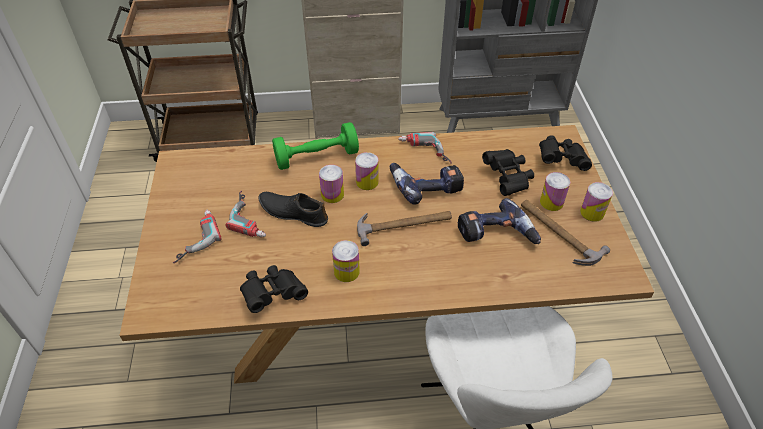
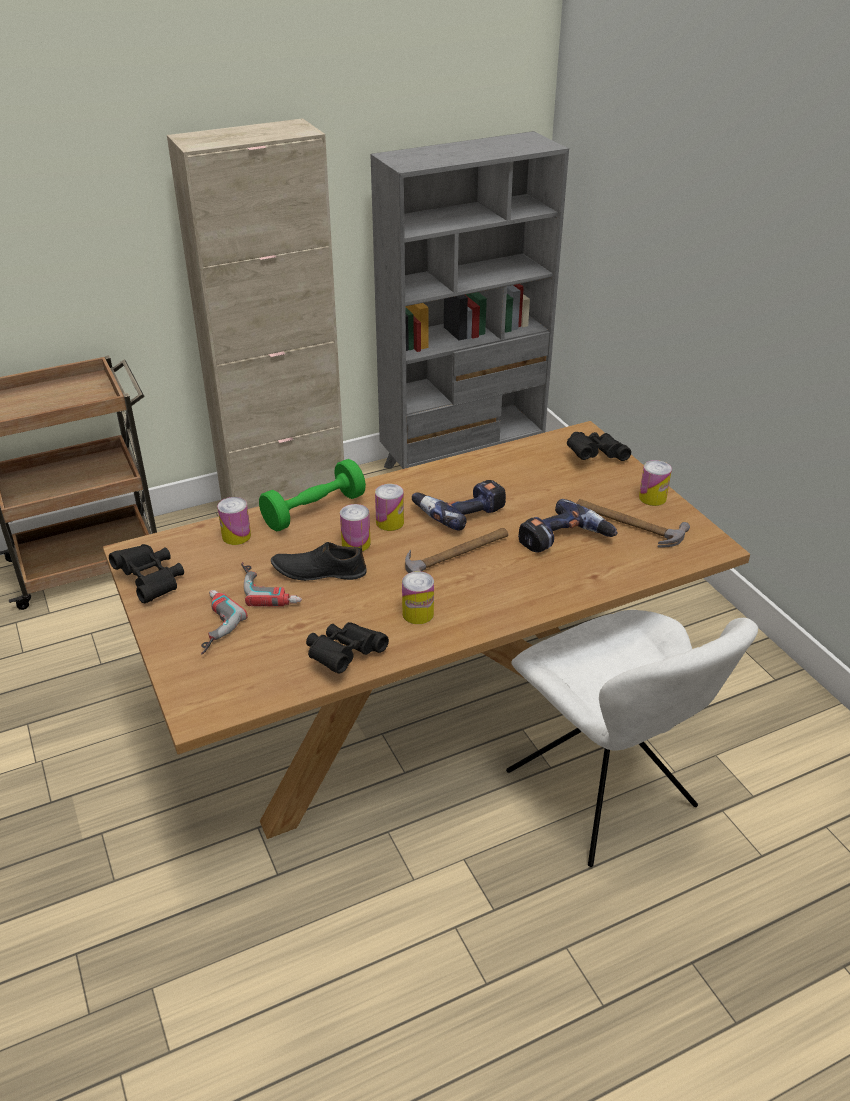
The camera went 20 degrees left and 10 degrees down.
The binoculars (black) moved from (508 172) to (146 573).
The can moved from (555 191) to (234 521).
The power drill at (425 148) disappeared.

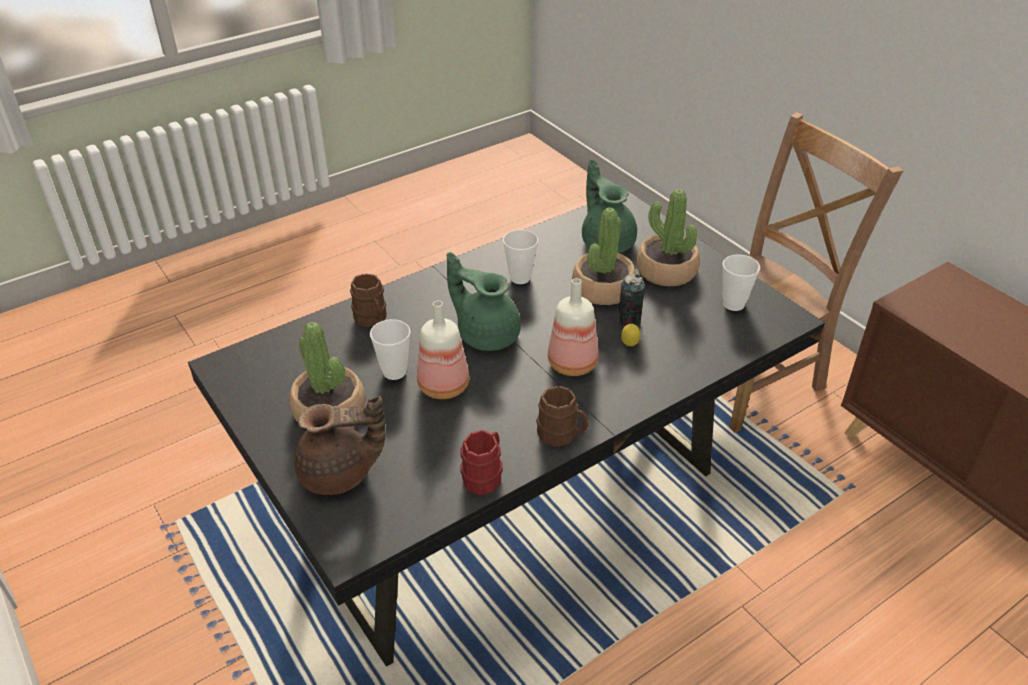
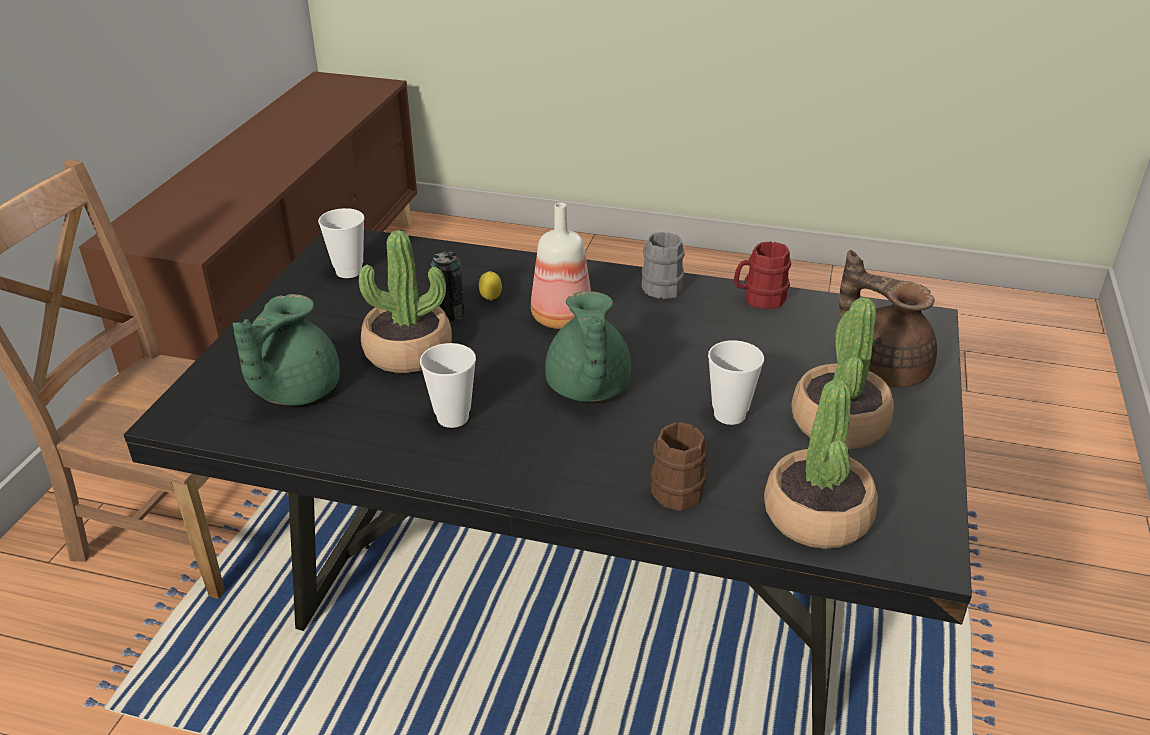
The camera went 130 degrees left and 5 degrees down.
The mug (brown) at (562 416) became the mug (grey) at (663 265).
The potted plant moved from (668 237) to (821 464).
The bottle at (443 350) disappeared.

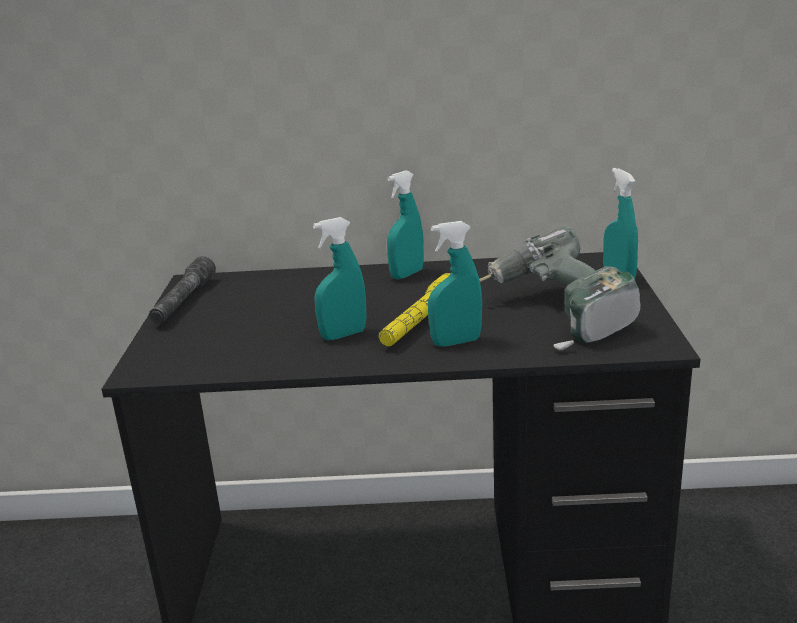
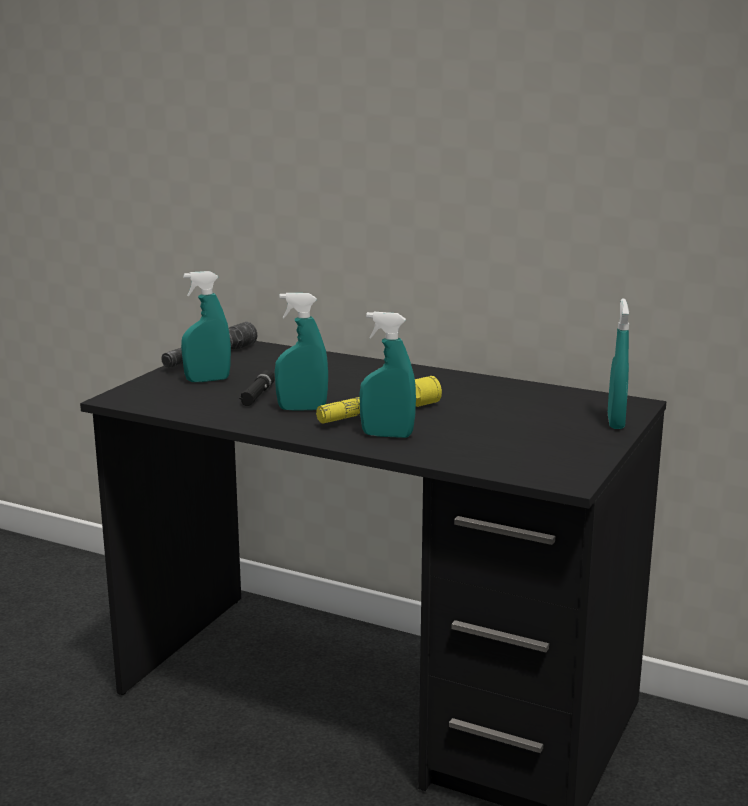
The camera went 25 degrees right and 5 degrees down.
The spray bottle (turquoise) moved from (405 225) to (206 326).
The flashlight (black) at (257 388) appeared.
The power drill at (560 288) disappeared.

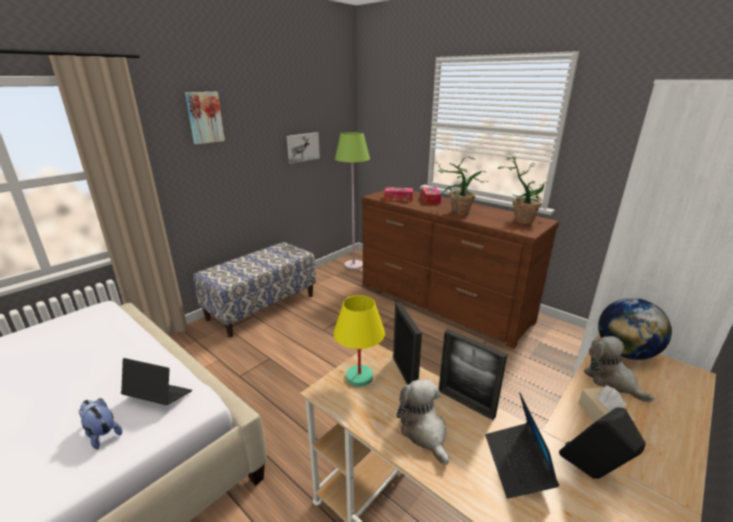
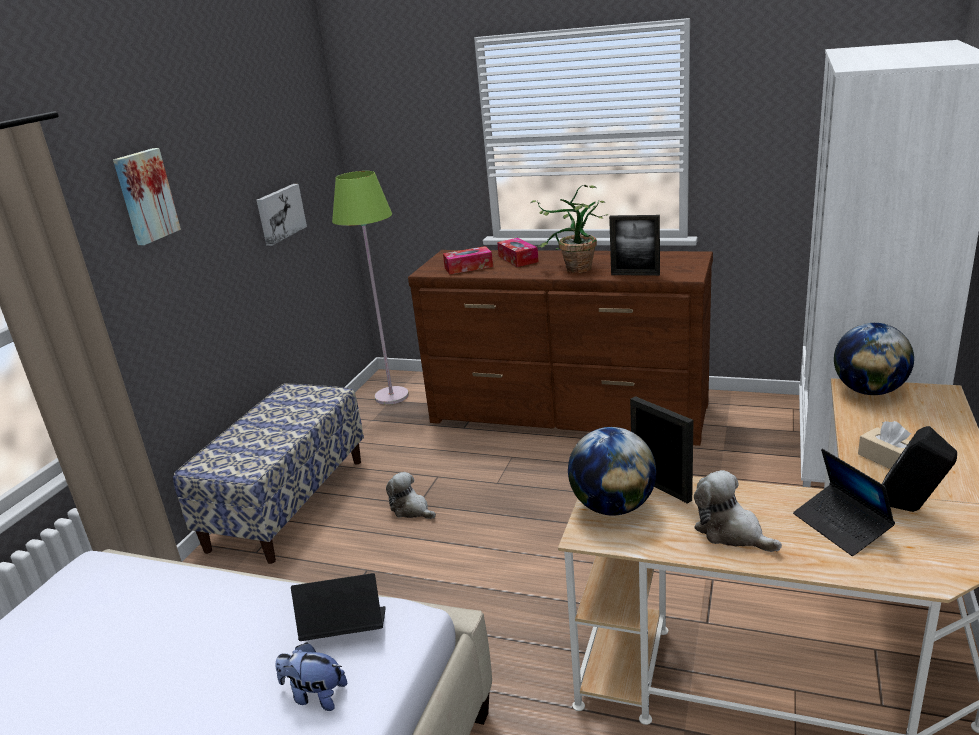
The camera went 20 degrees left and 0 degrees up.
The plush toy moved from (619 369) to (411 495).
The table lamp (yellow) at (359 341) was replaced by the globe at (612 471).
The picture frame moved from (473 374) to (634 245).
The potted plant at (523 190) disappeared.

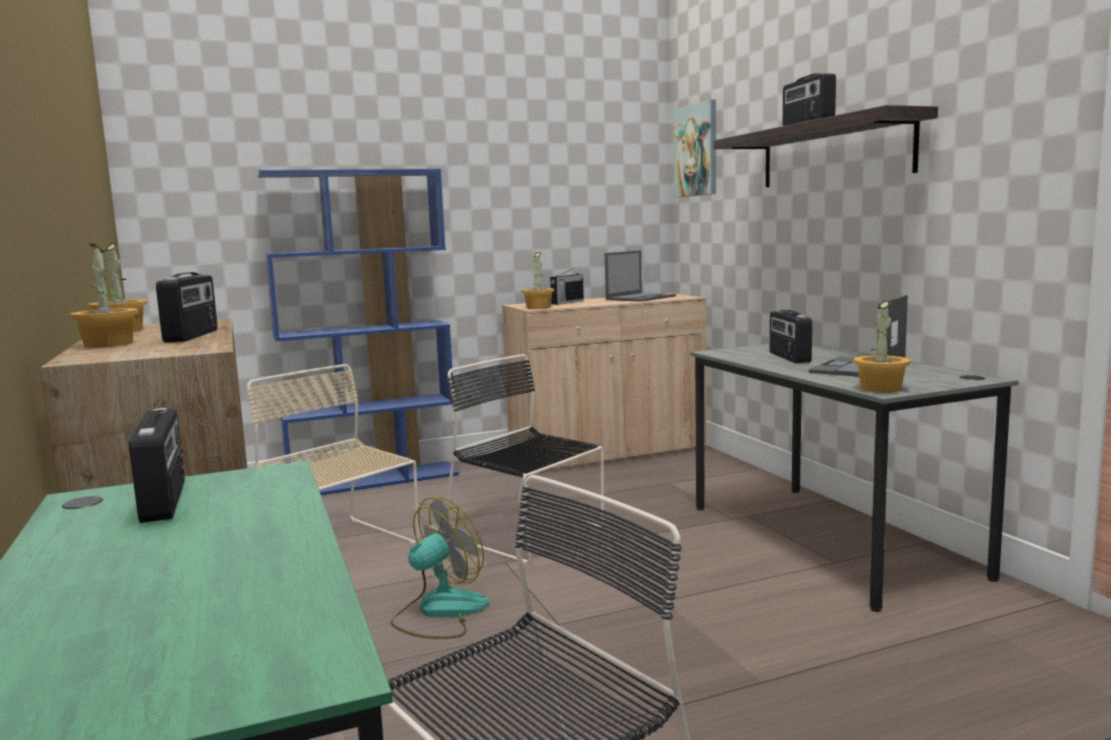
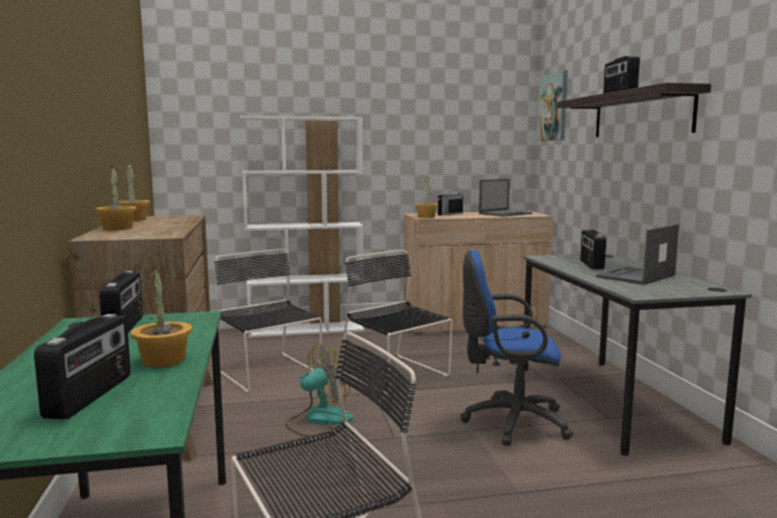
The camera went 10 degrees right and 0 degrees up.
The radio moved from (187 307) to (82 366).
The potted plant moved from (882 346) to (161 316).
The chair (beige) at (332 454) became the chair (black) at (268 321).
The bookcase (blue) at (358 332) became the bookcase (white) at (302 227).
The office chair (blue) at (516 348) appeared.

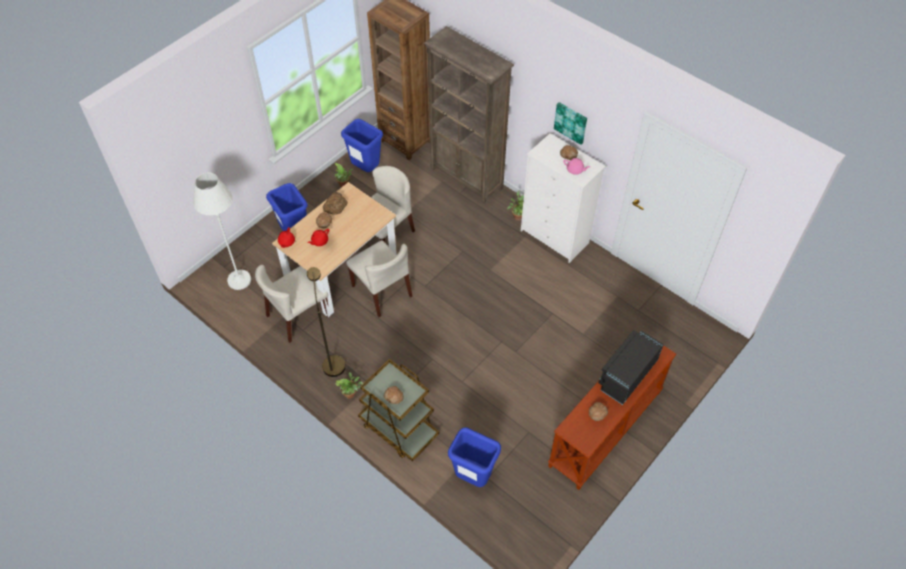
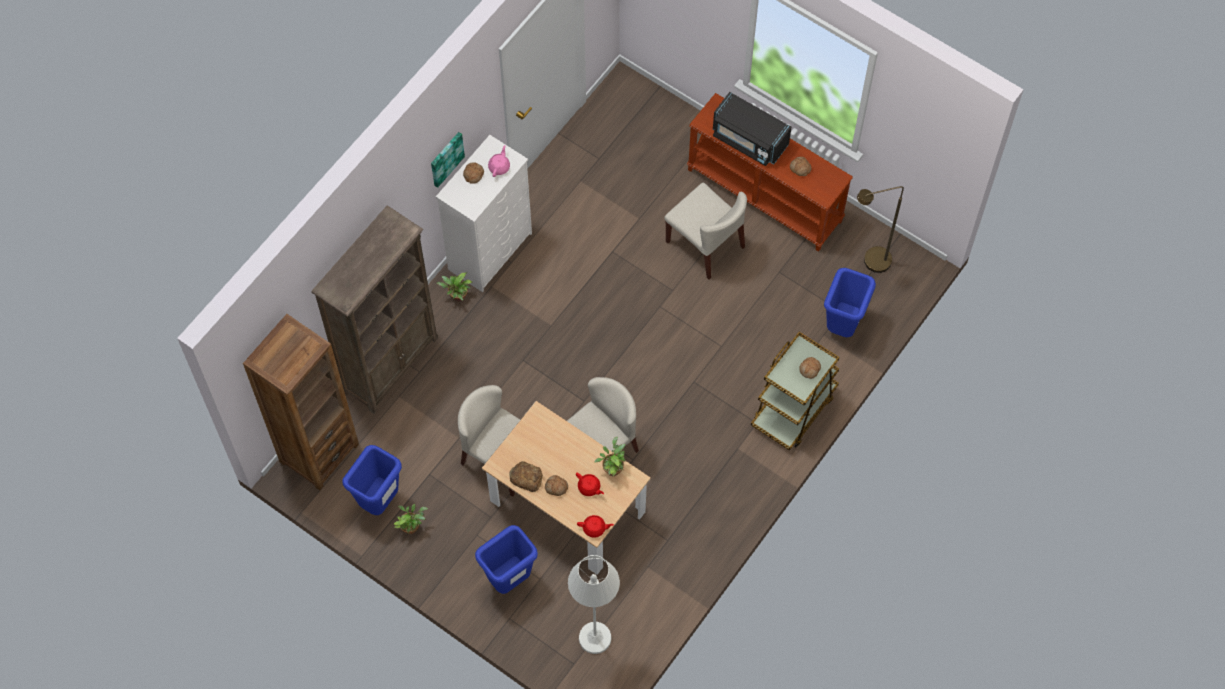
The camera went 95 degrees left and 10 degrees up.
The potted plant moved from (349 385) to (610 456).
The chair (beige) moved from (291 304) to (705 231).
The floor lamp (brown) moved from (326 322) to (880 229).

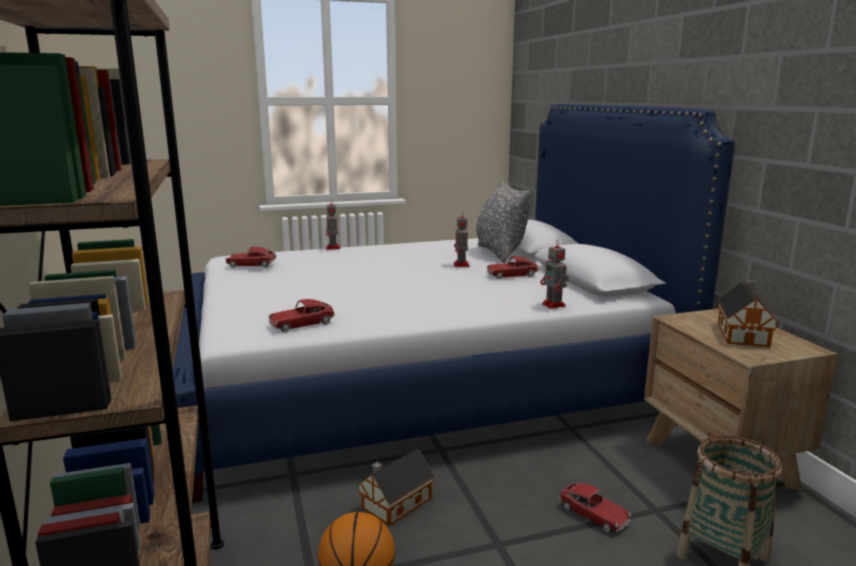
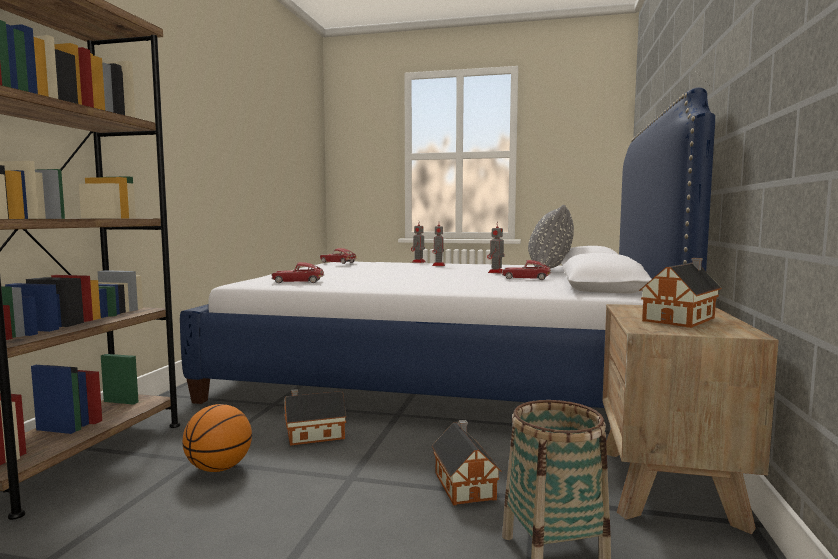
The camera went 30 degrees right and 10 degrees down.
The toy robot moved from (554 274) to (438 245).
The toy car at (595 508) was replaced by the toy house at (466 463).

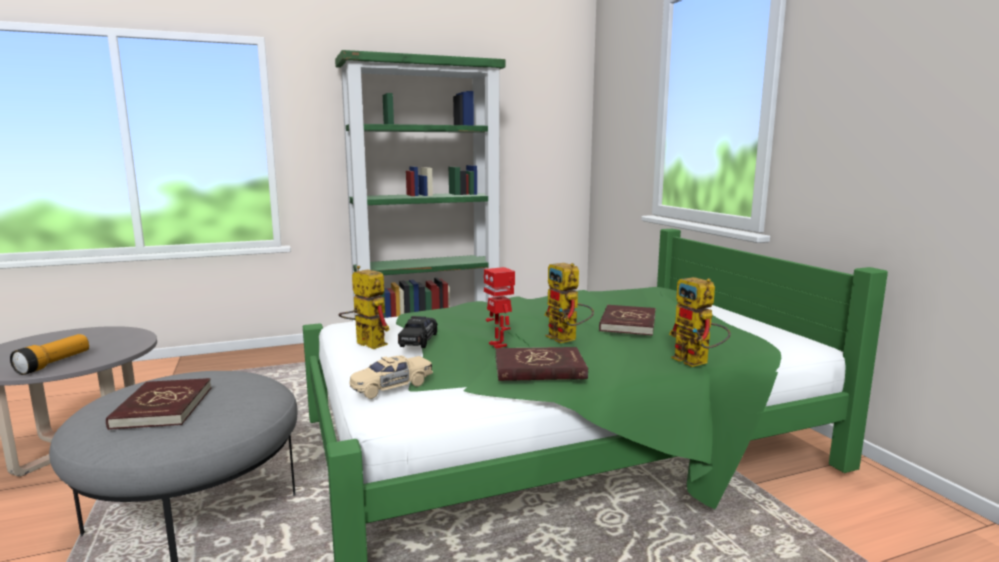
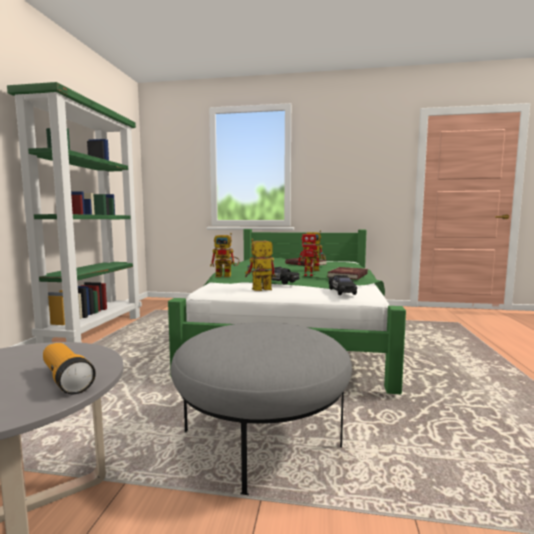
The camera went 60 degrees left and 5 degrees down.
The toy robot moved from (700 322) to (225 255).
The toy car (beige) at (391 377) became the toy car (black) at (343 285).
The book (red) at (158 404) disappeared.

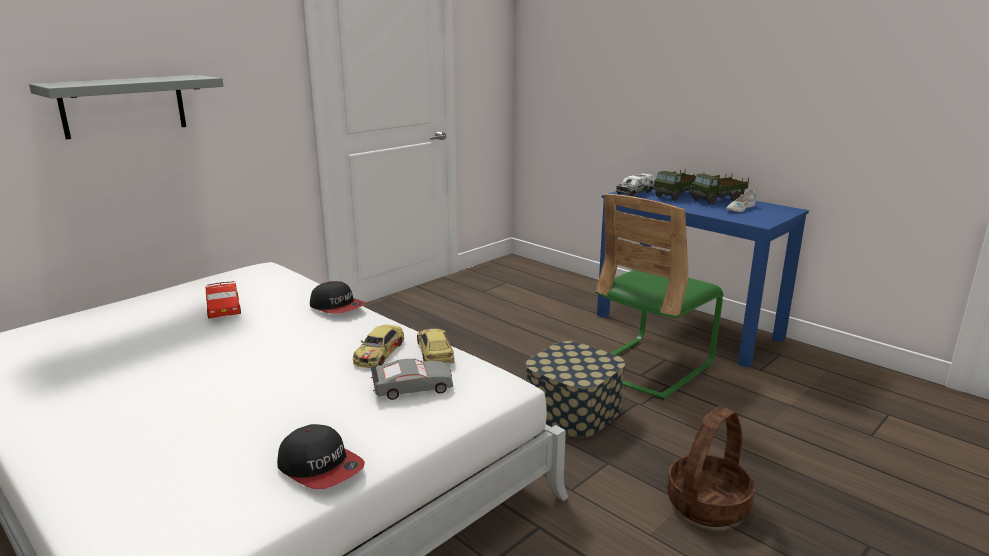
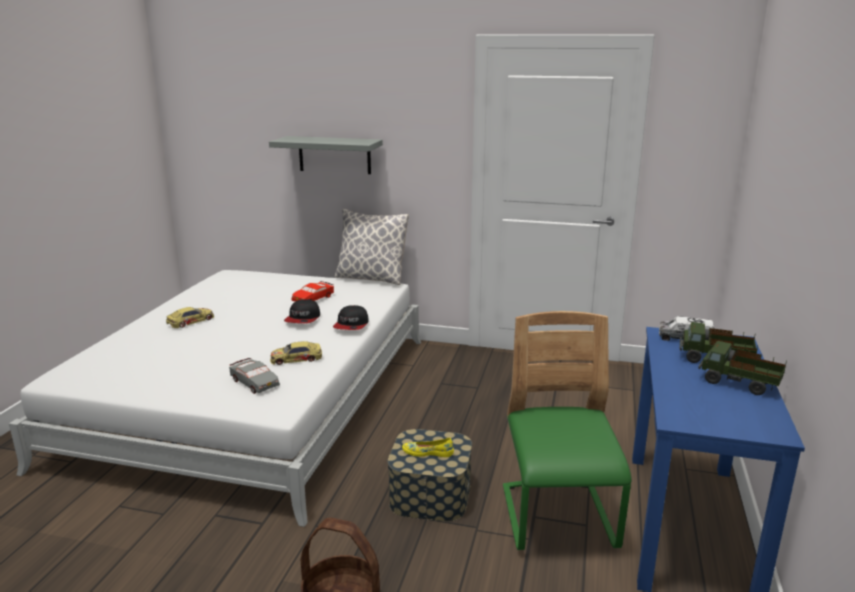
The camera went 60 degrees right and 0 degrees up.
The toy car moved from (435 346) to (190 317).
The cap moved from (321 456) to (302 311).
The pillow at (371 247) appeared.
The shoe (yellow) at (428 447) appeared.
The chair (green) at (660 297) turned 75 degrees clockwise.
The shoe (white) at (741 200) disappeared.

